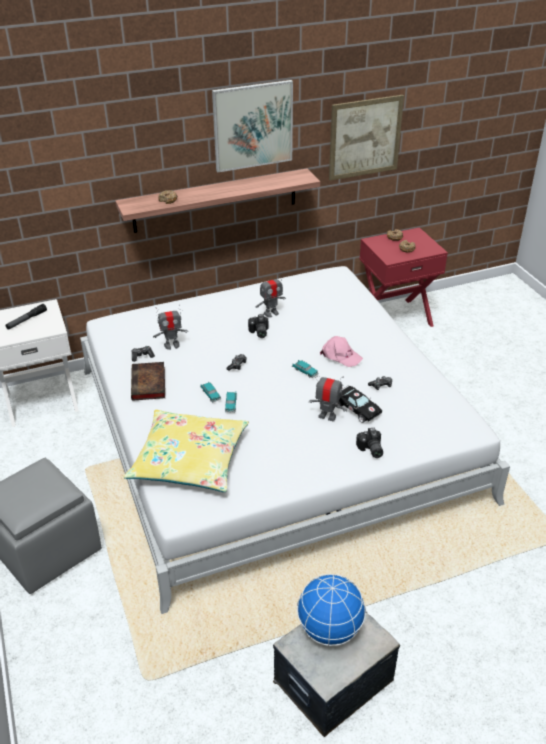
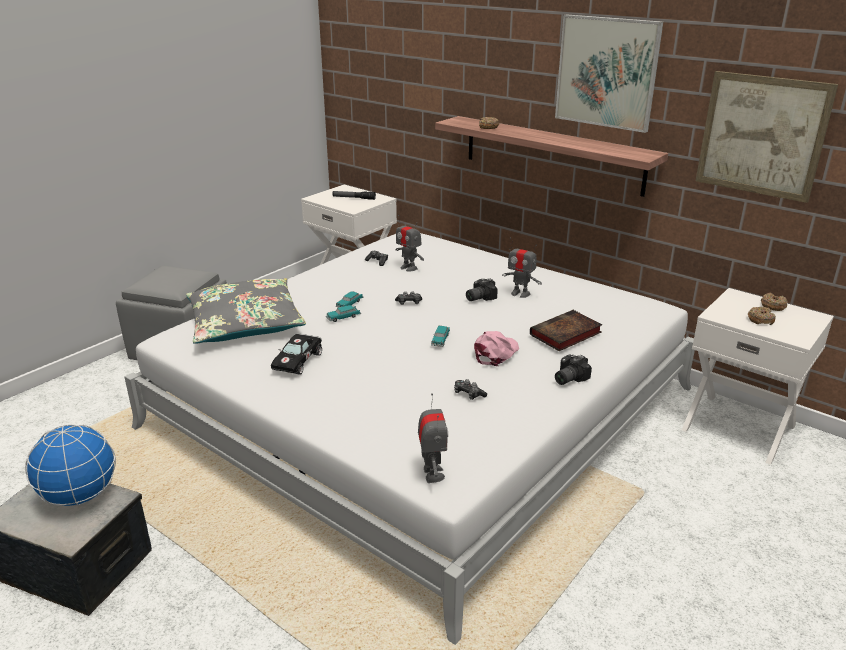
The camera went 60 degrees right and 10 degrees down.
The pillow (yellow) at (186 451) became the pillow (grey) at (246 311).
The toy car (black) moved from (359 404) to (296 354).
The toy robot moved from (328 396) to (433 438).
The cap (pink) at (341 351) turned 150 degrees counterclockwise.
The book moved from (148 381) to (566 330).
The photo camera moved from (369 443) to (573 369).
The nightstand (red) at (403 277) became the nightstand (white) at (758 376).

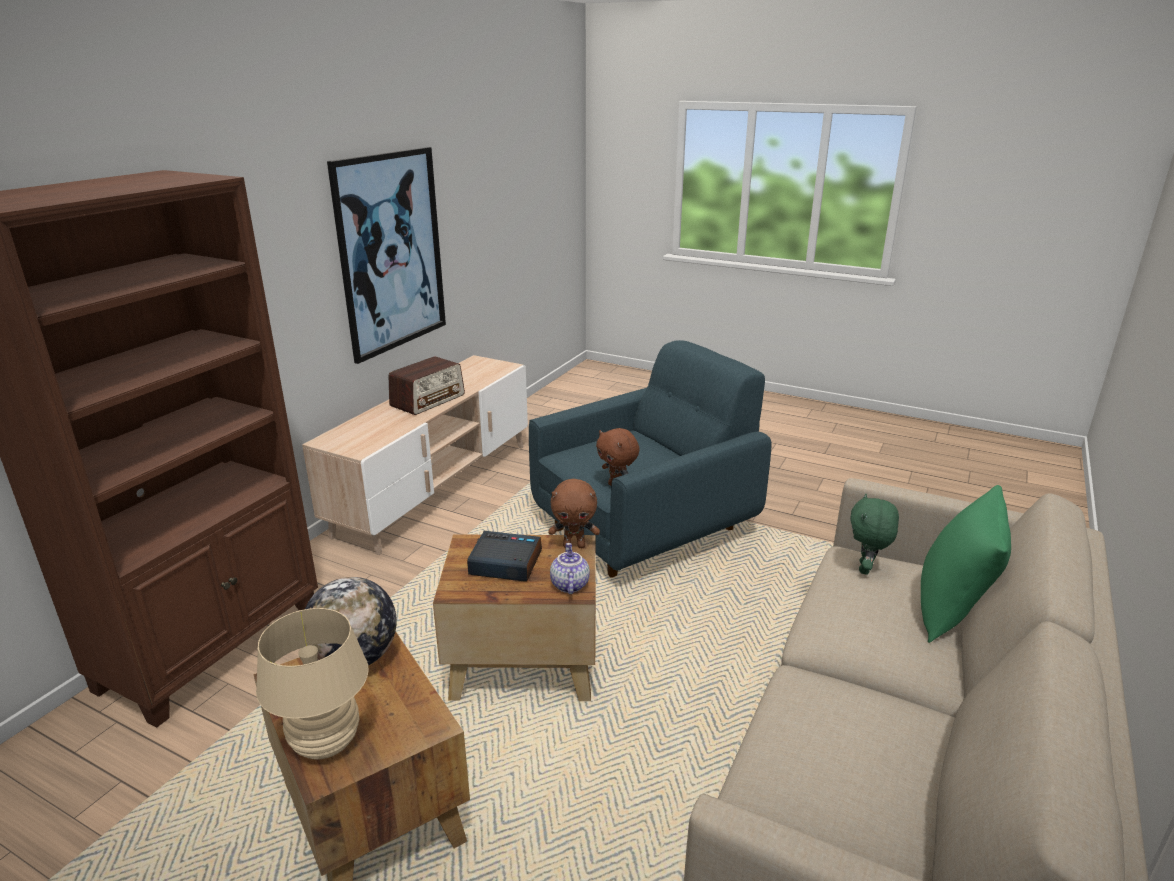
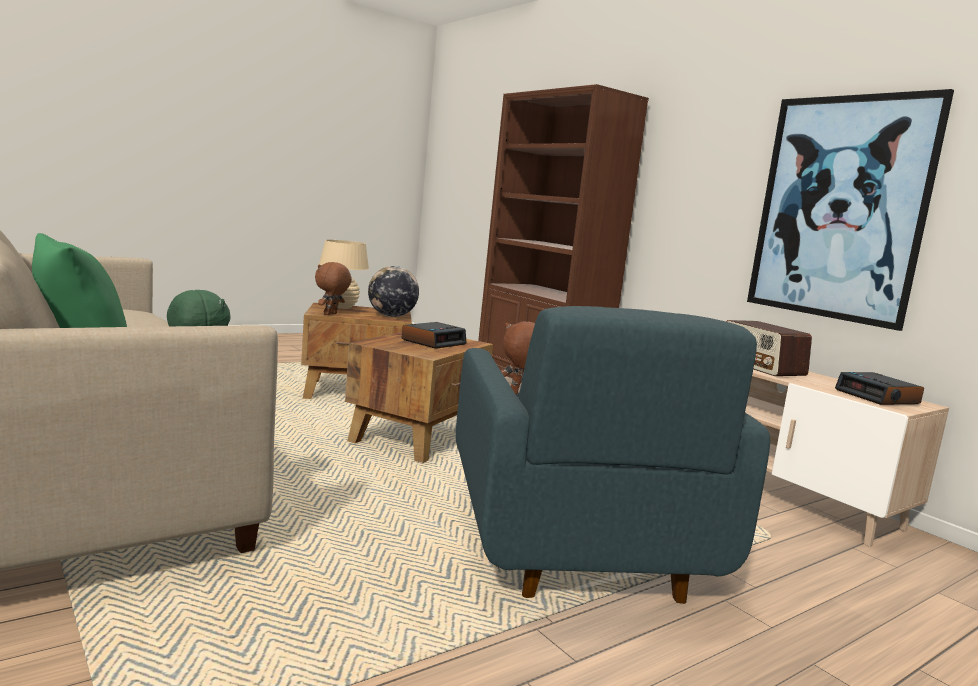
The camera went 115 degrees right and 15 degrees down.
The plush toy (brown) moved from (574 513) to (333 288).
The alarm clock at (879 388) appeared.
The teapot at (570 568) disappeared.

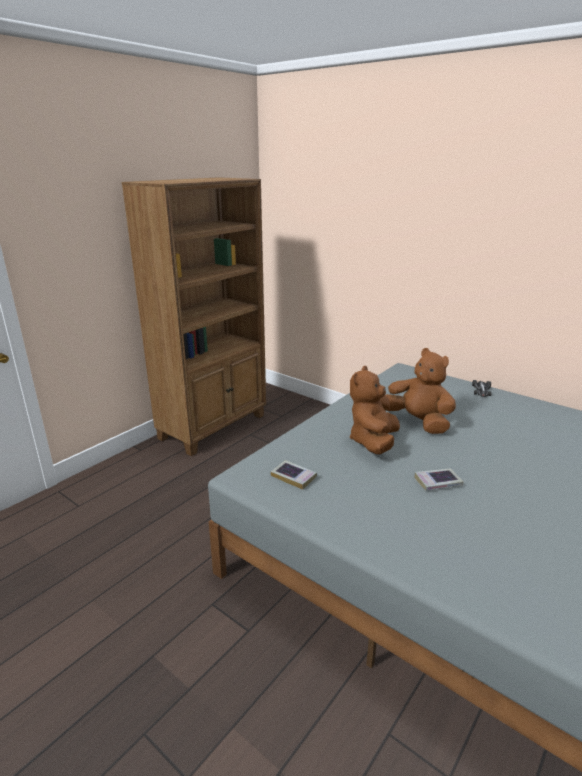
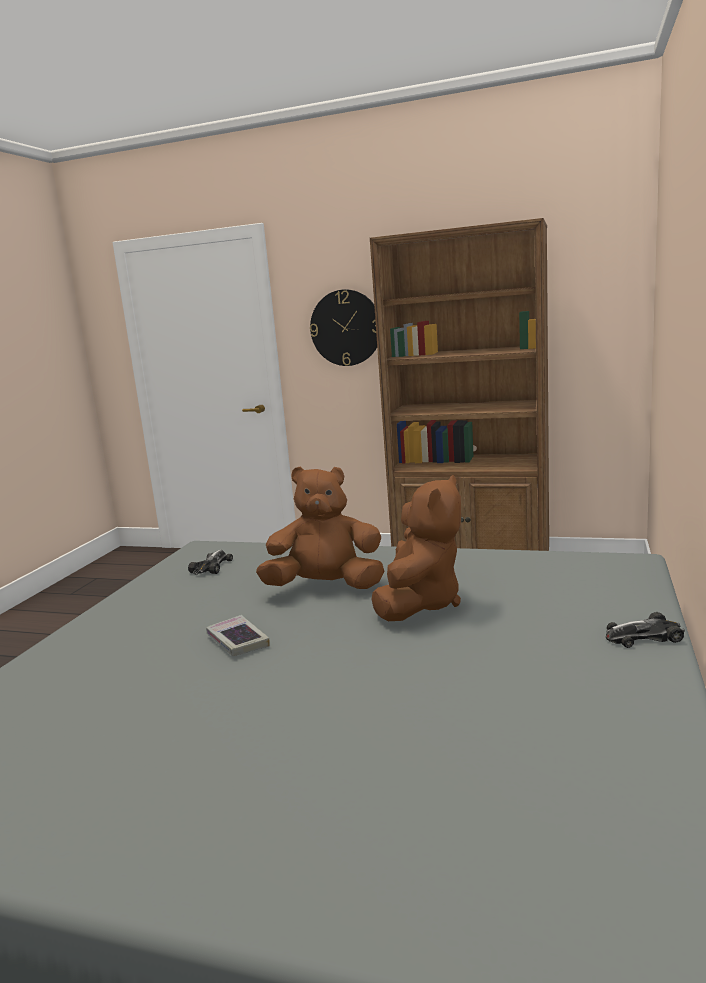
The camera went 70 degrees right and 10 degrees down.
The book at (294 475) was replaced by the toy car at (210 562).
The wall clock at (343 327) appeared.

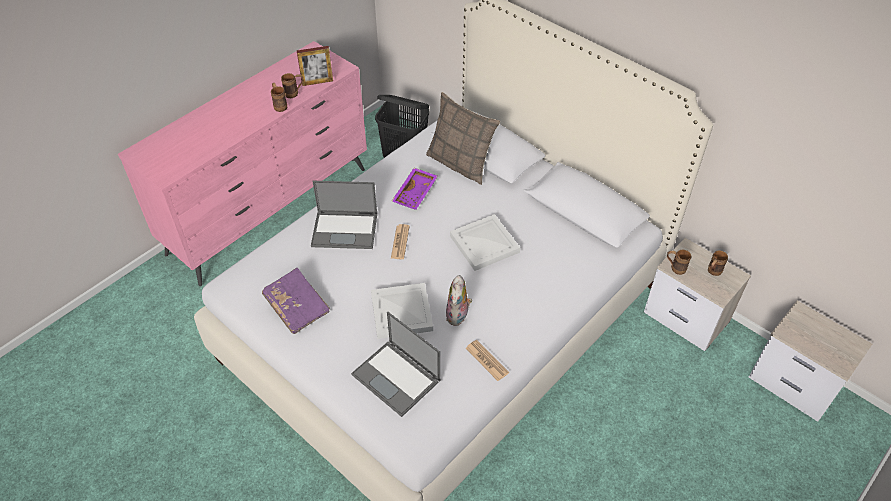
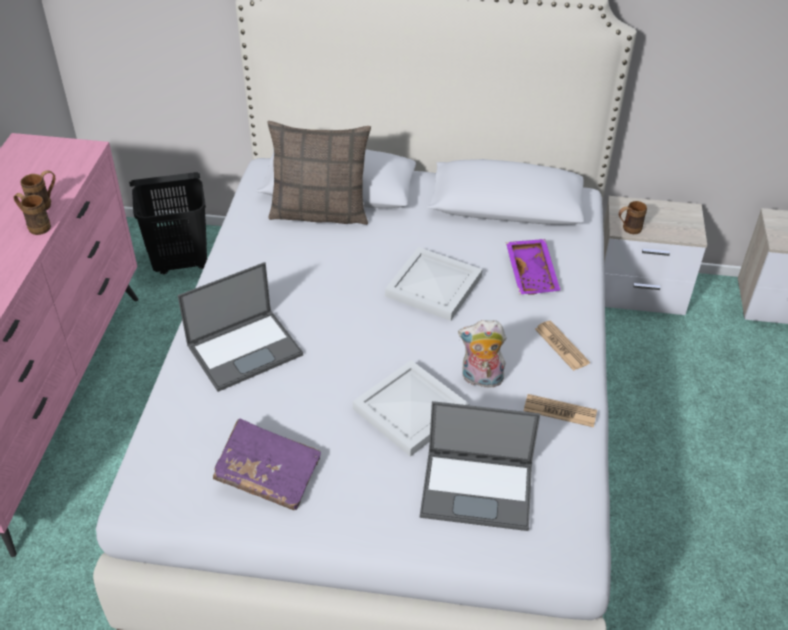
The camera went 35 degrees left and 5 degrees down.
The plush toy at (459 300) turned 120 degrees clockwise.
The tray (purple) moved from (415 189) to (533 267).
The newspaper moved from (400 241) to (562 345).
The picture frame at (315 66) disappeared.
The mug (brown) at (718 263) disappeared.

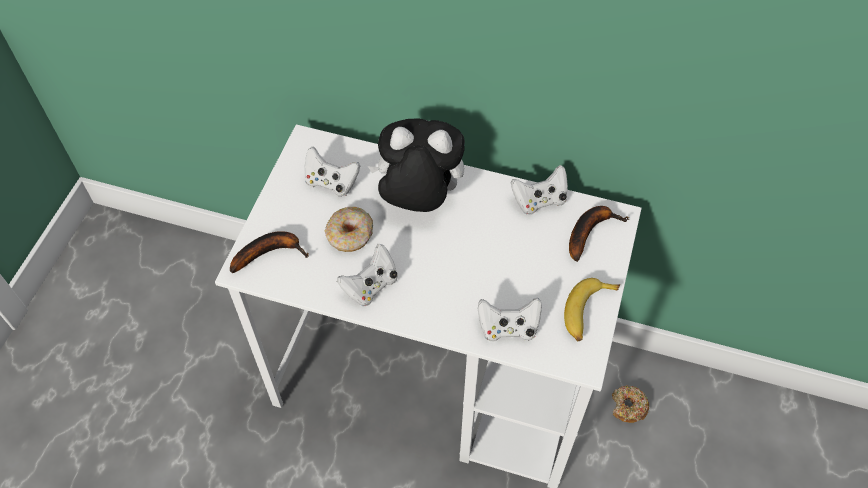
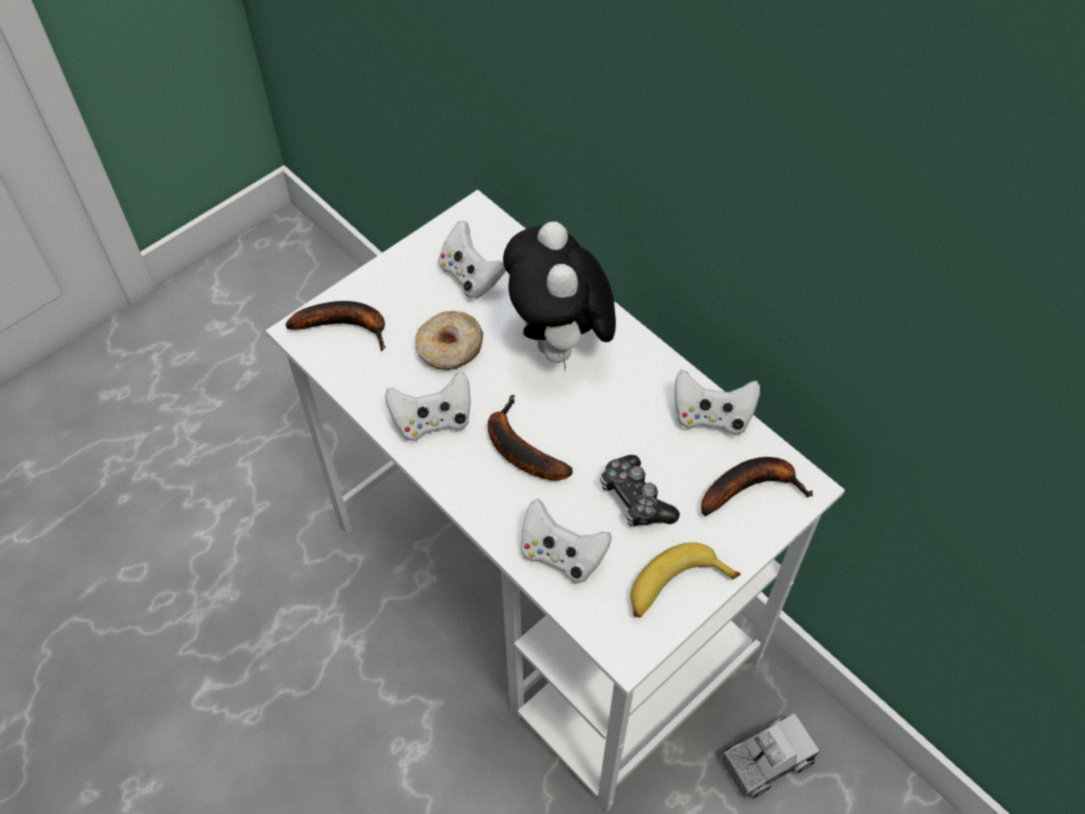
The camera went 30 degrees right and 0 degrees up.
The banana at (530 437) appeared.
The plush toy at (416 165) turned 135 degrees counterclockwise.
The game controller at (640 491) appeared.
The donut at (630 404) was replaced by the toy truck at (769 756).

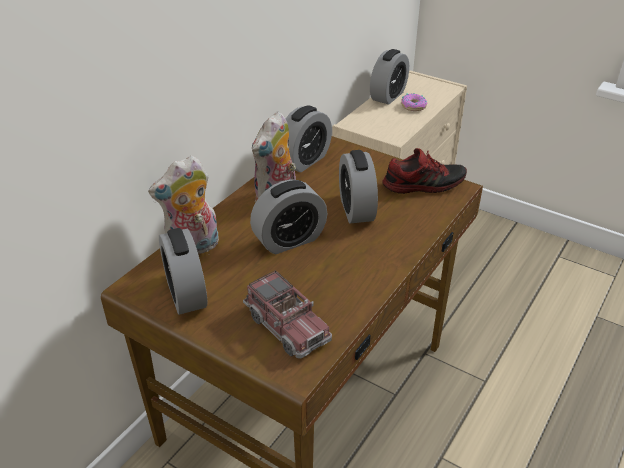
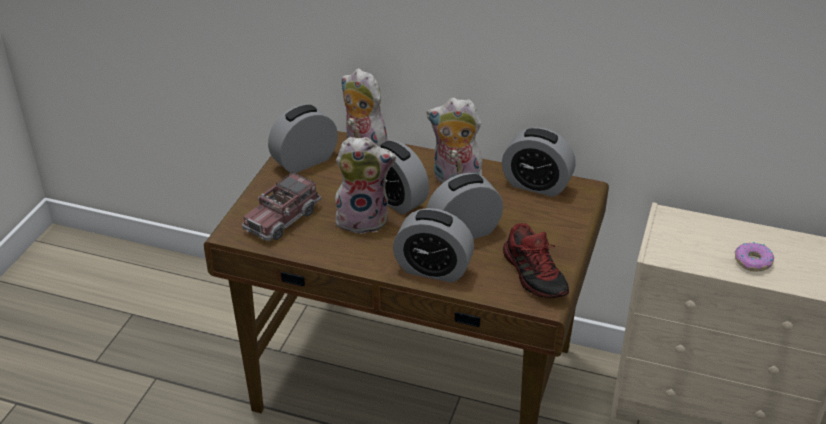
The camera went 75 degrees right and 0 degrees up.
The plush toy at (365 185) appeared.
The alarm clock moved from (389 77) to (433 245).

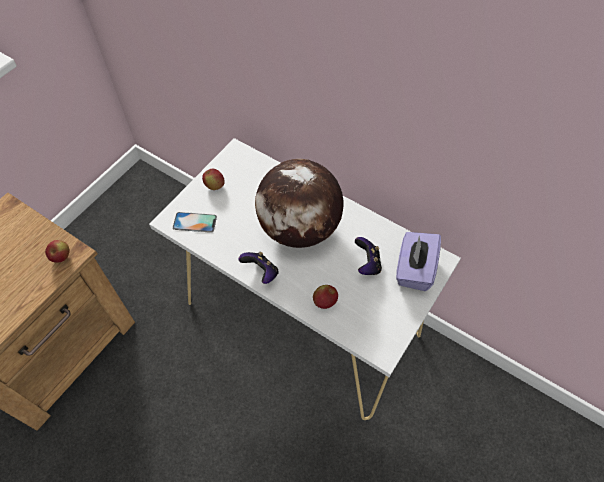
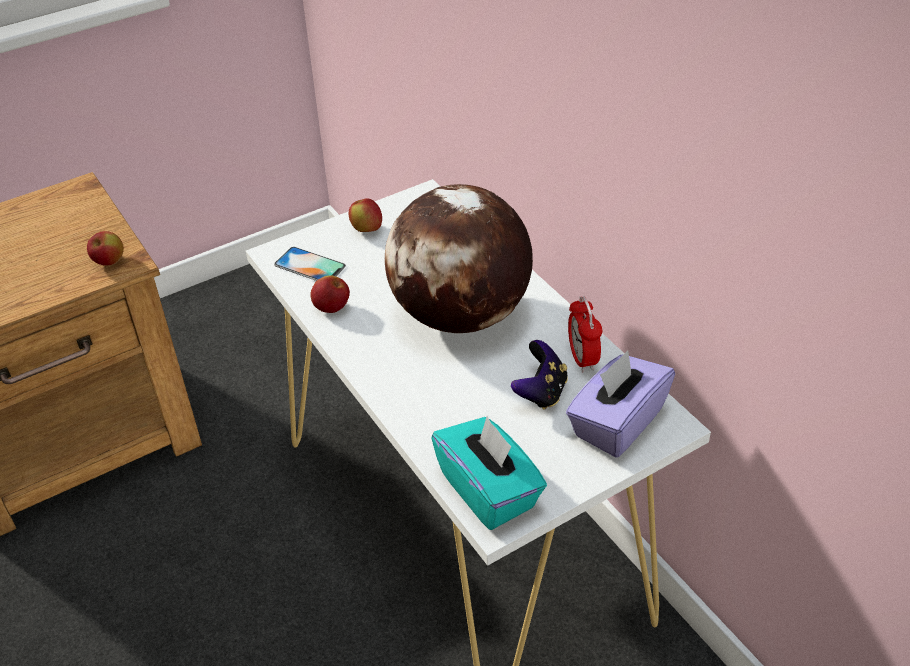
The camera went 25 degrees right and 15 degrees down.
The apple moved from (325 297) to (330 294).
The tissue box (turquoise) at (489 473) appeared.
The alarm clock at (585 334) appeared.
The game controller at (259 268) disappeared.

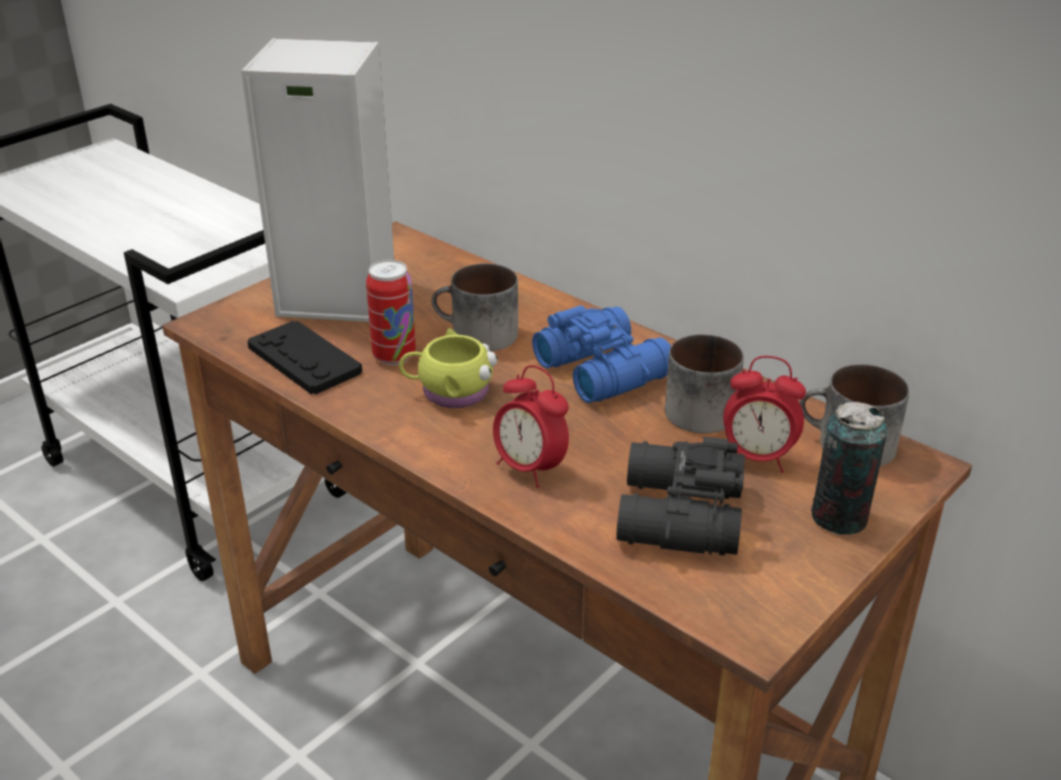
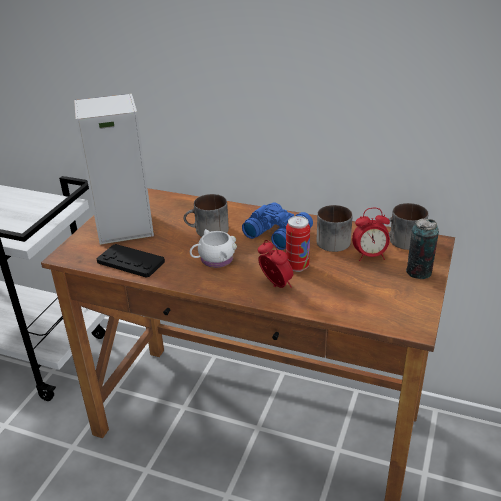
The camera went 20 degrees left and 0 degrees up.
The mug (yellow) at (448 368) became the mug (white) at (213 248).
The alarm clock at (531 426) turned 150 degrees counterclockwise.
The can moved from (391 312) to (298 244).
The binoculars (black) at (681 496) disappeared.

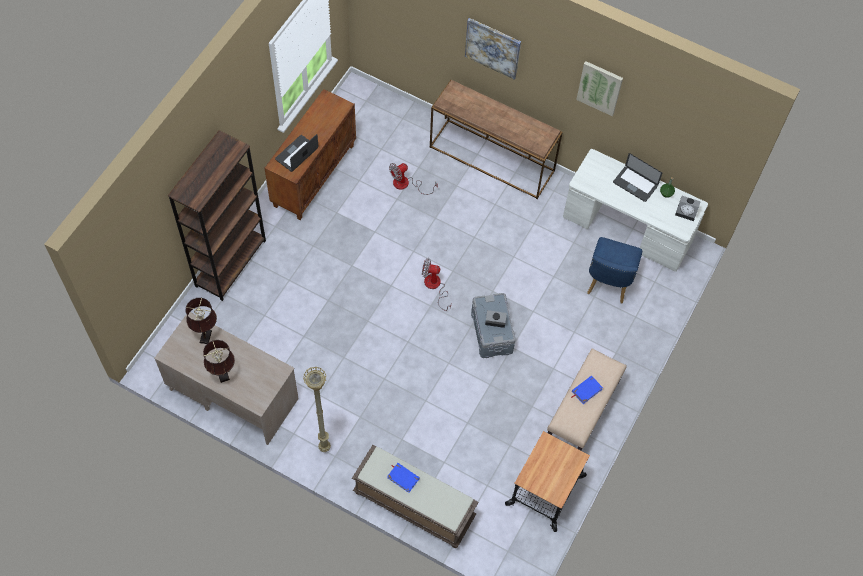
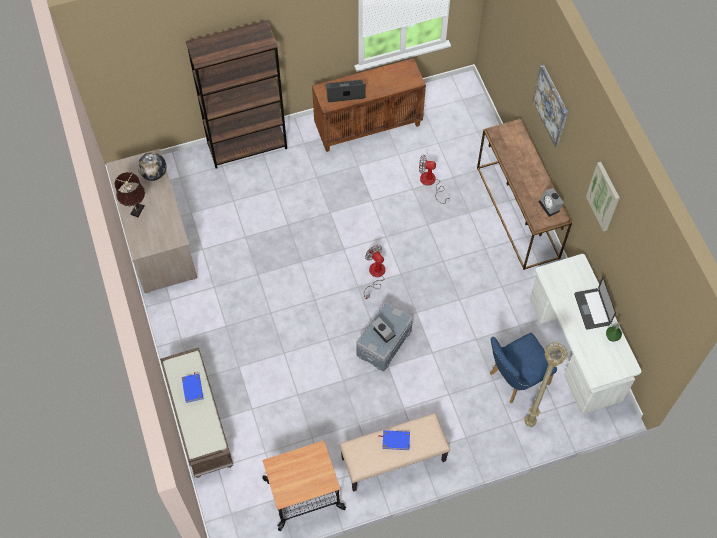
The camera went 45 degrees right and 0 degrees up.
The table lamp (brown) at (201 321) was replaced by the globe at (152 166).
The floor lamp (beige) moved from (317 409) to (546 384).
The alarm clock moved from (688 208) to (551 202).

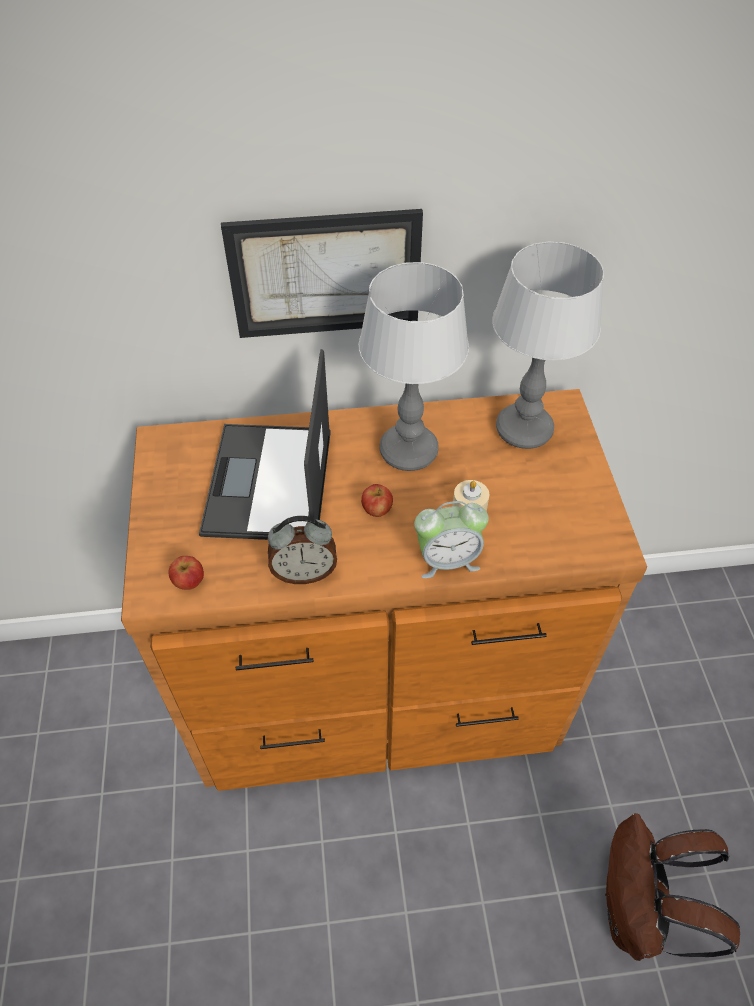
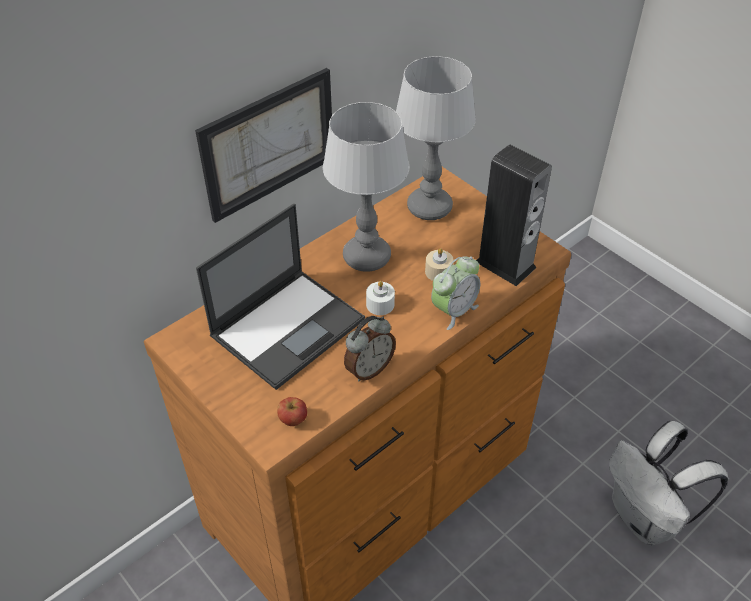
The camera went 35 degrees left and 5 degrees down.
The laptop at (265 444) turned 105 degrees counterclockwise.
The apple at (377 500) was replaced by the candle (white) at (380 298).
The speaker at (514 215) appeared.
The backpack (brown) at (672 887) became the backpack (white) at (668 483).

